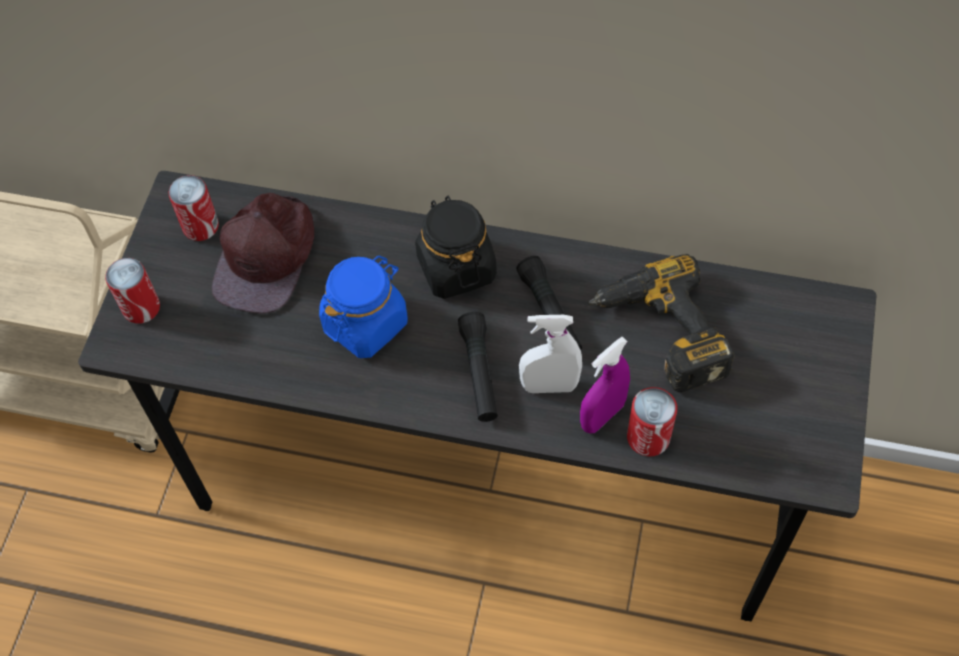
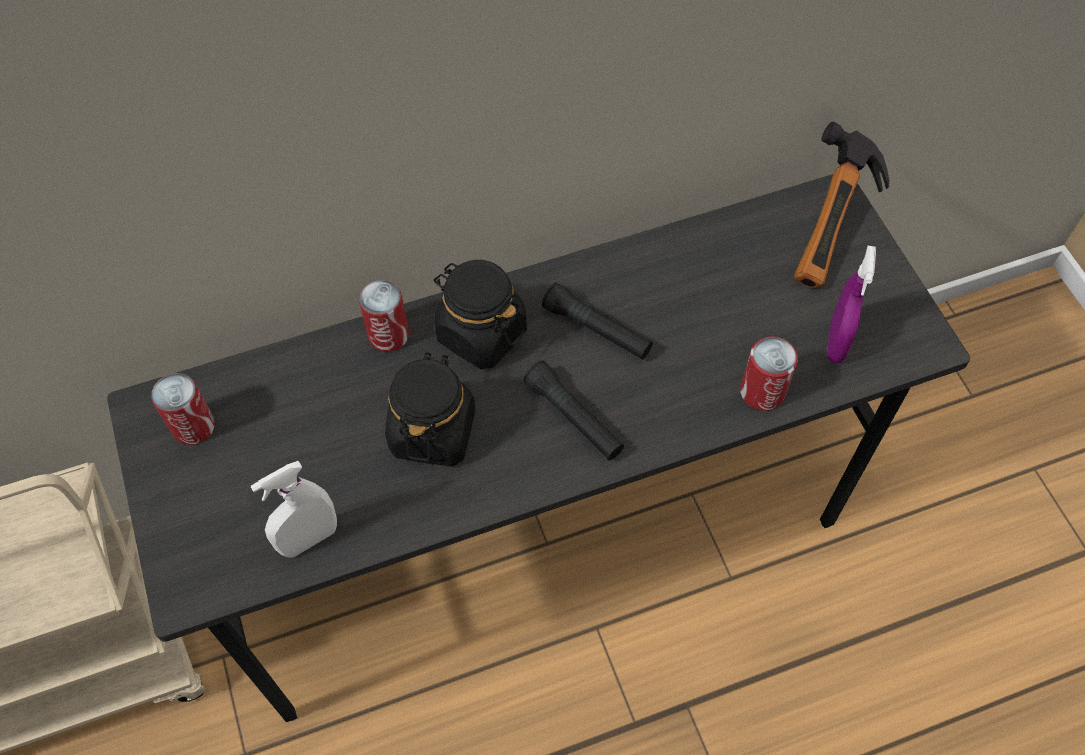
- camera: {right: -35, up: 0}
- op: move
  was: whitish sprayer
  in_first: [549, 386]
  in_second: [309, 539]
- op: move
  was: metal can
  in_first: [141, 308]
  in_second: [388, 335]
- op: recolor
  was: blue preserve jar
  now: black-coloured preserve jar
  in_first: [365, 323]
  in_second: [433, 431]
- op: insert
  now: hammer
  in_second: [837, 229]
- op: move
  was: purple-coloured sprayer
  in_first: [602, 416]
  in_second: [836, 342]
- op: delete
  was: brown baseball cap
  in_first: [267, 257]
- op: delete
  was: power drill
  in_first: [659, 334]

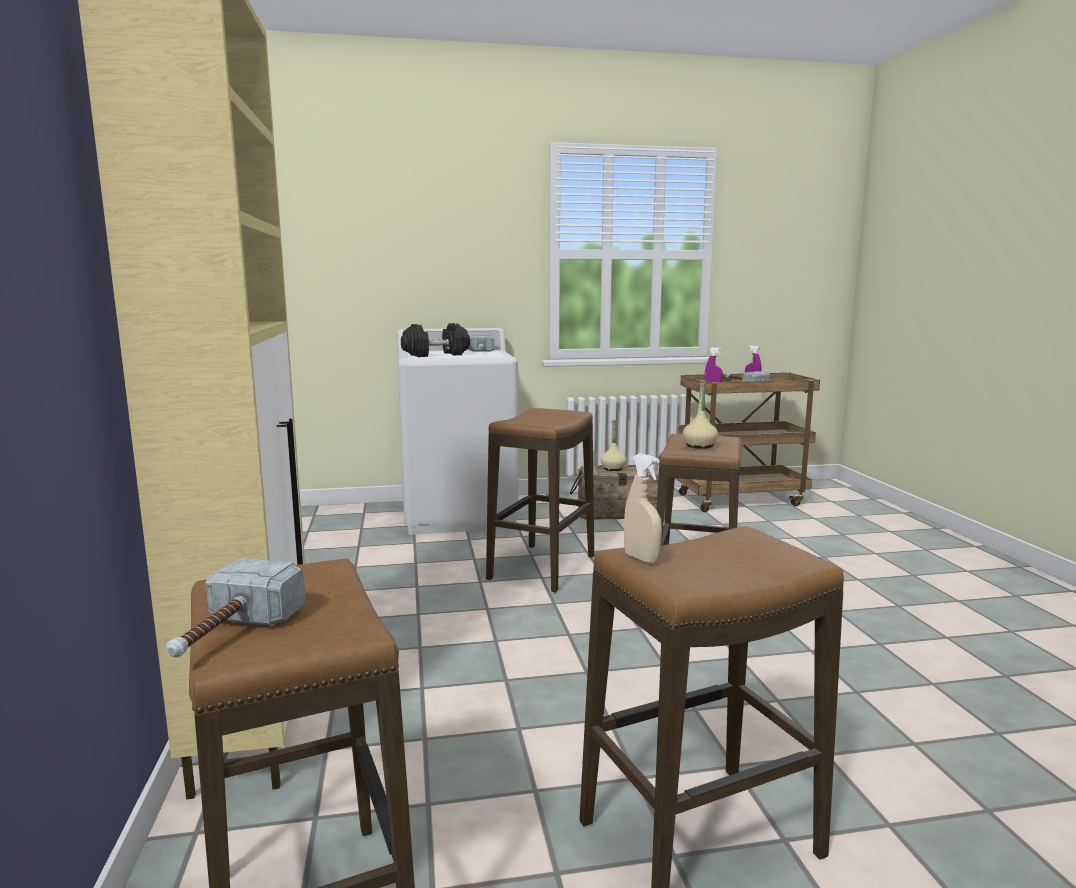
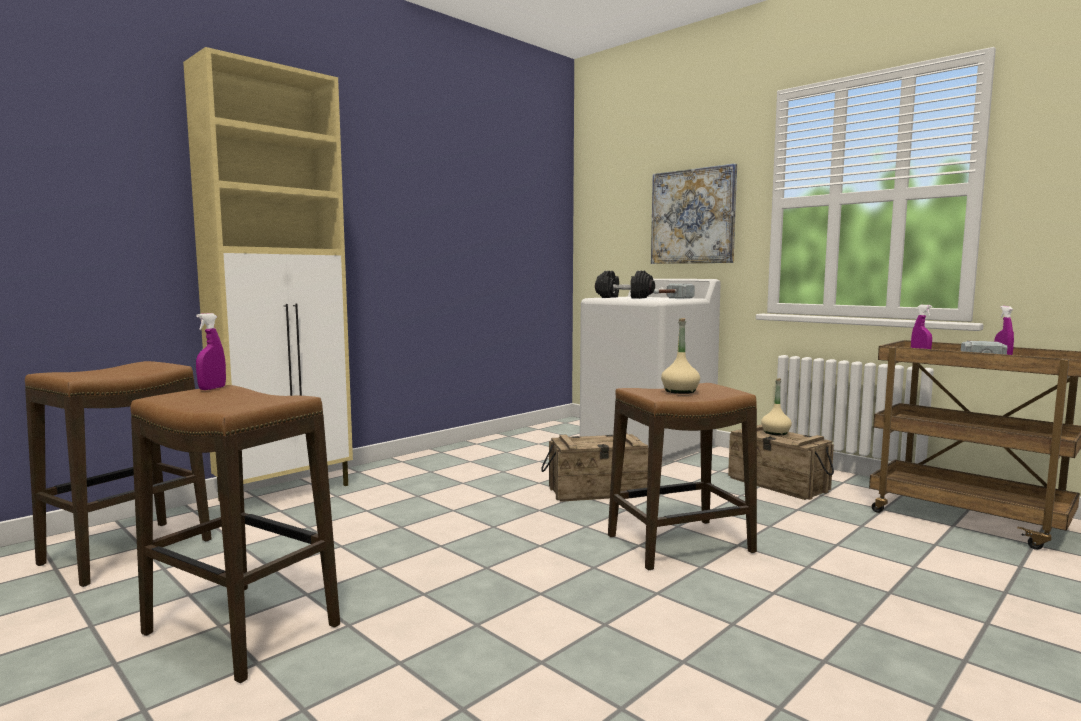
- camera: {right: 55, up: -5}
- op: recolor
  was: beige-coloured sprayer
  now: purple-coloured sprayer
  in_first: [641, 558]
  in_second: [212, 388]
- op: replace
  was: stool seat
  now: crate
  in_first: [542, 568]
  in_second: [597, 491]
- op: insert
  now: wall picture
  in_second: [693, 216]
- op: delete
  was: hammer
  in_first: [230, 634]

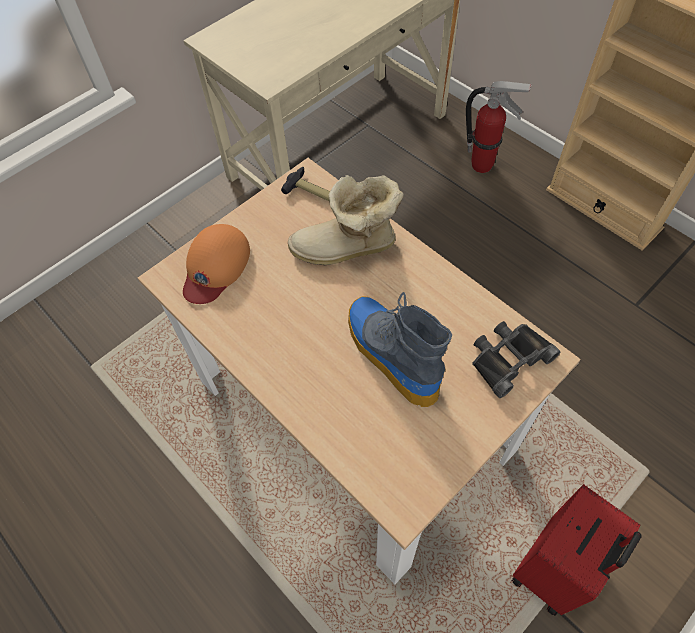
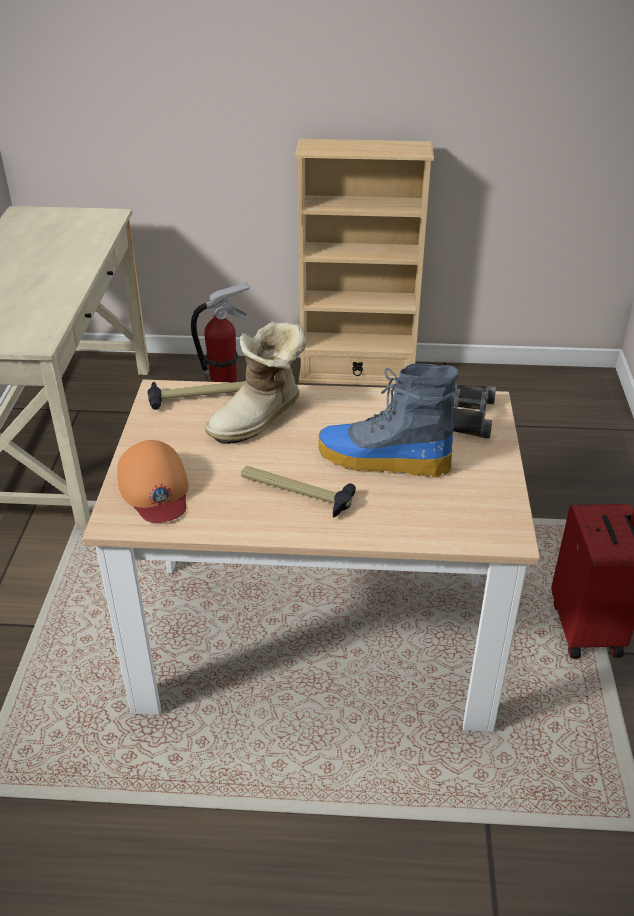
- camera: {right: -45, up: -20}
- op: insert
  now: hammer
  in_second: [295, 493]

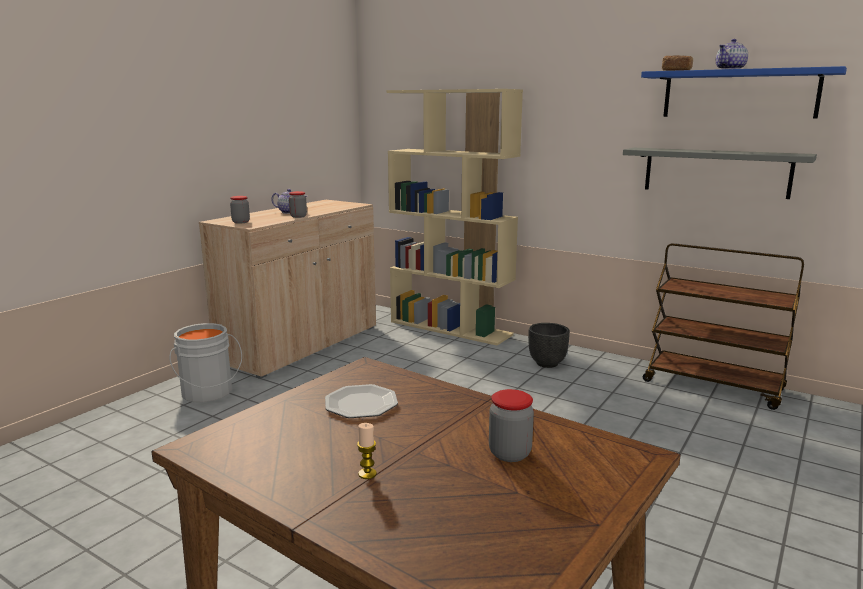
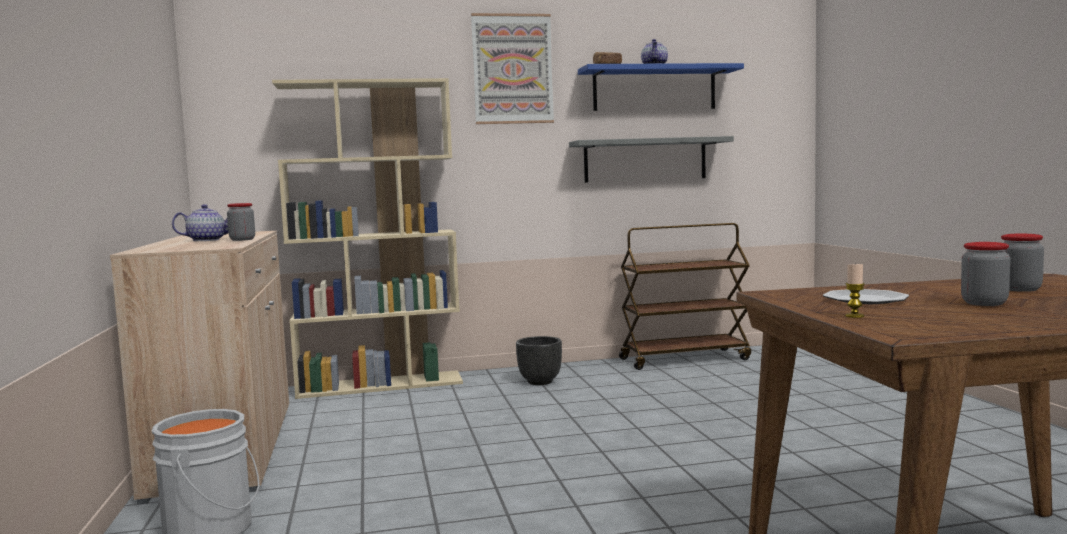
- camera: {right: -45, up: -10}
- op: insert
  now: wall picture
  in_second: [512, 69]
- op: move
  was: wax light
  in_first: [367, 474]
  in_second: [854, 316]
- op: move
  was: preserve jar
  in_first: [241, 222]
  in_second: [984, 303]

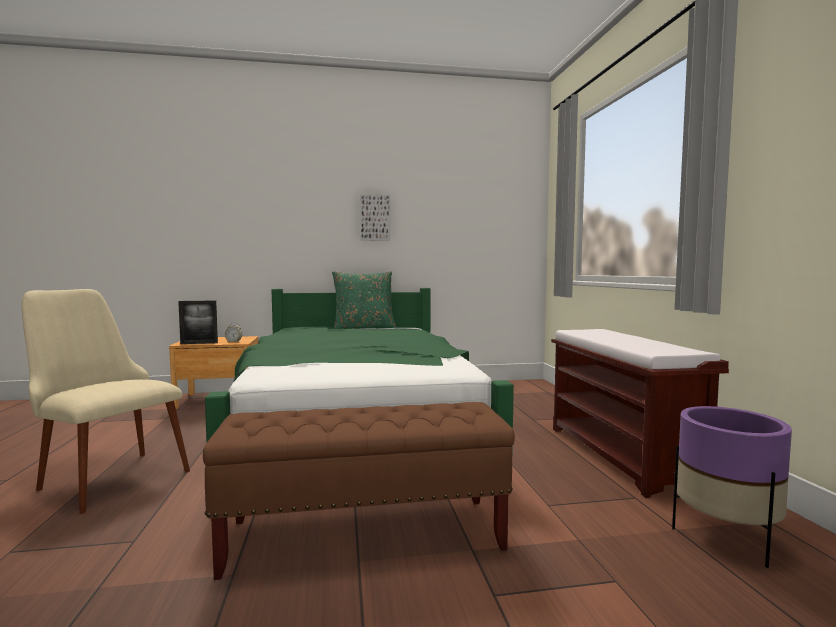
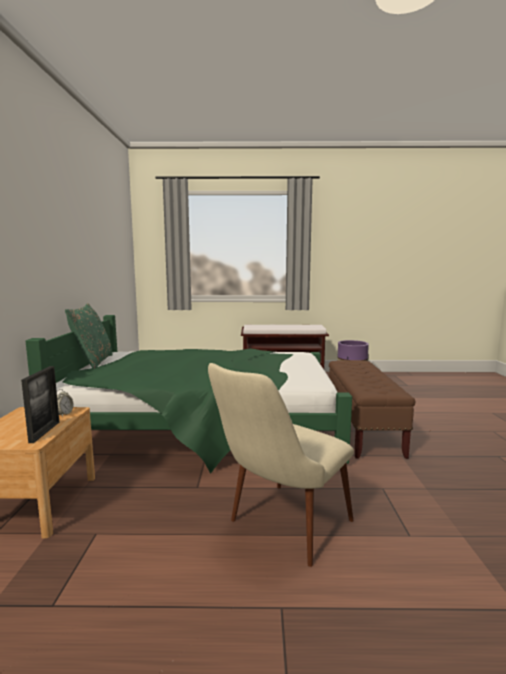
- camera: {right: -80, up: 5}
- op: delete
  was: wall picture
  in_first: [375, 218]

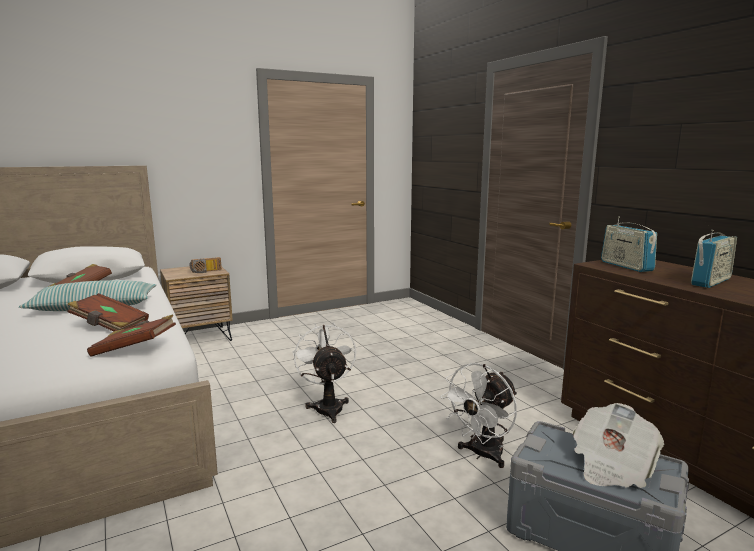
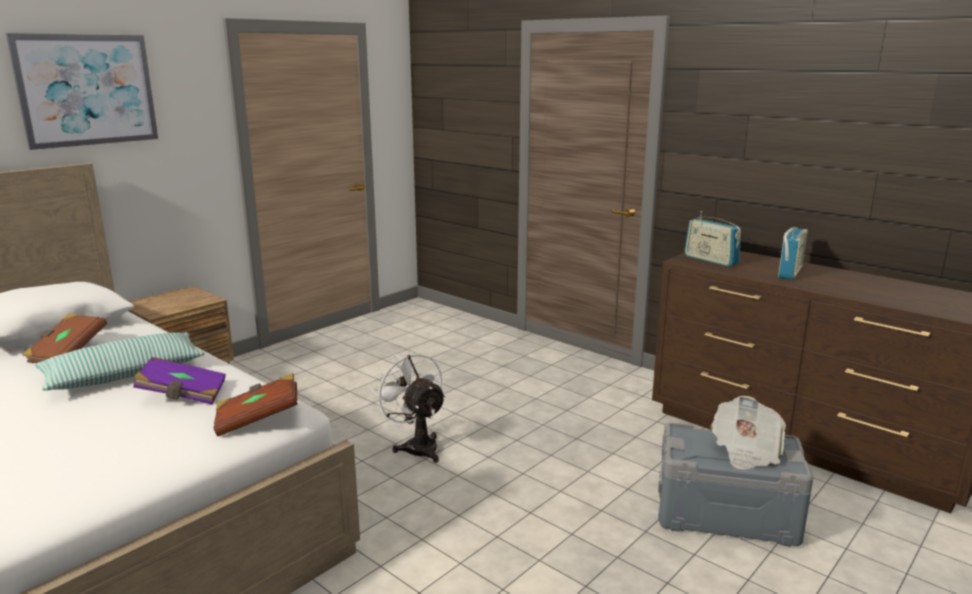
- camera: {right: -20, up: 5}
- op: insert
  now: wall picture
  in_second: [87, 90]
- op: recolor
  was: brown book
  now: purple-coloured book
  in_first: [109, 326]
  in_second: [183, 396]
- op: delete
  was: radio set
  in_first: [206, 271]
- op: delete
  was: whitish electric fan
  in_first: [482, 455]

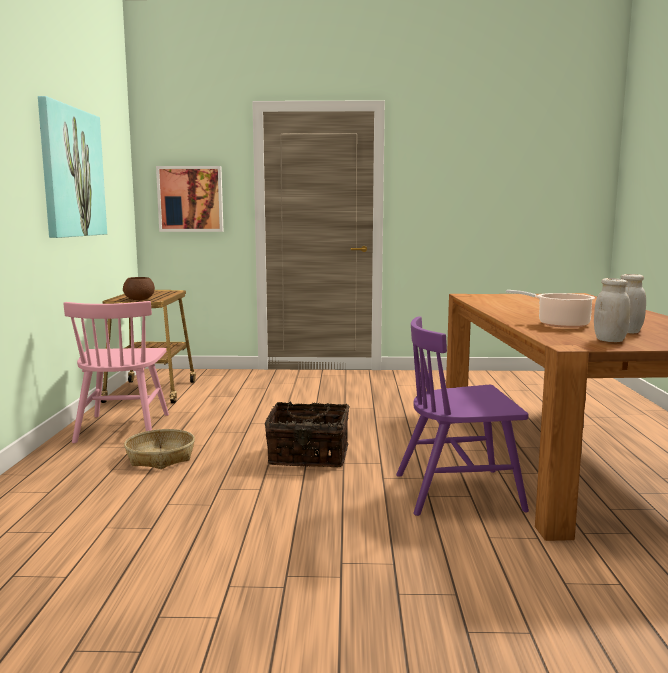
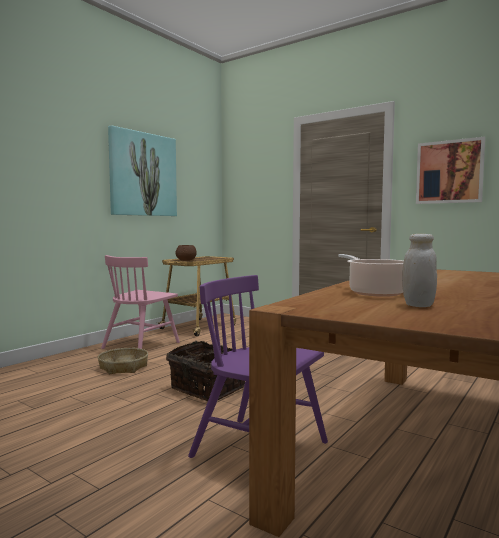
- camera: {right: 35, up: -5}
- op: move
  was: wall picture
  in_first: [190, 199]
  in_second: [449, 172]
- op: delete
  was: whitish preserve jar
  in_first: [609, 340]

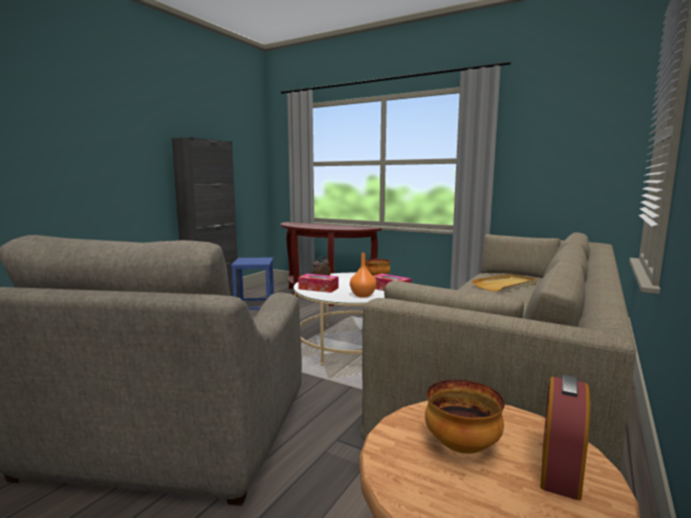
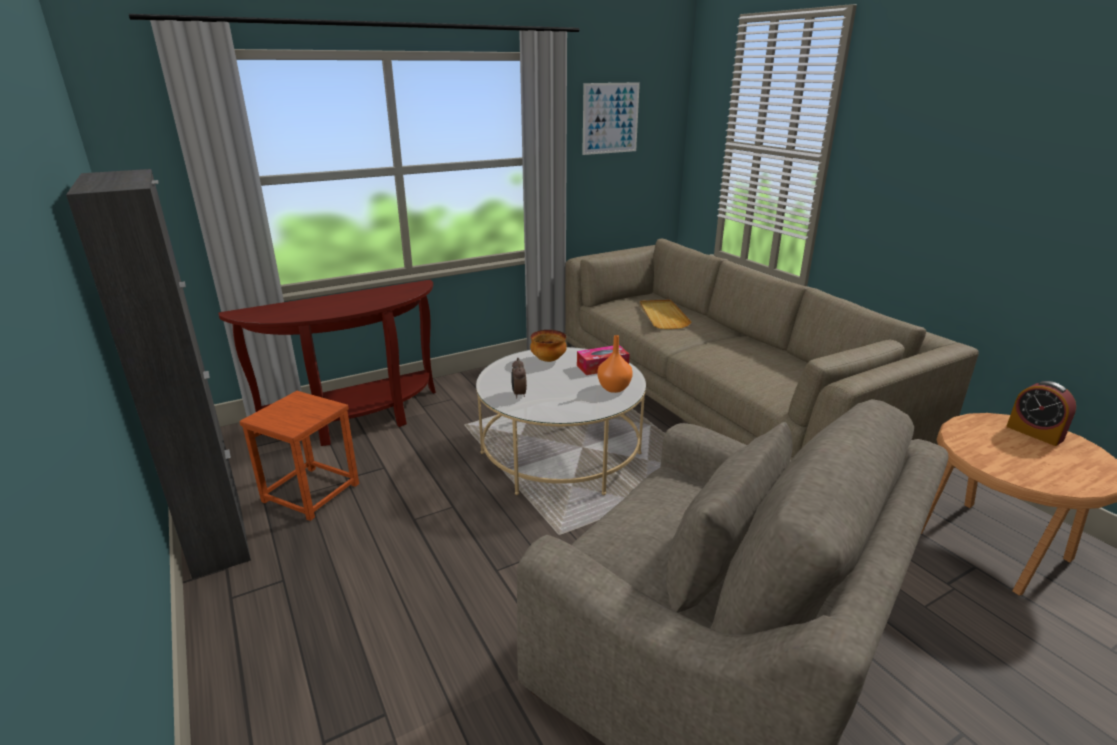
- camera: {right: -60, up: 15}
- op: recolor
  was: blue stool seat
  now: brown stool seat
  in_first: [254, 308]
  in_second: [311, 493]
- op: insert
  now: wall picture
  in_second: [610, 118]
- op: delete
  was: tissue holder
  in_first: [318, 288]
- op: delete
  was: bowl
  in_first: [460, 446]

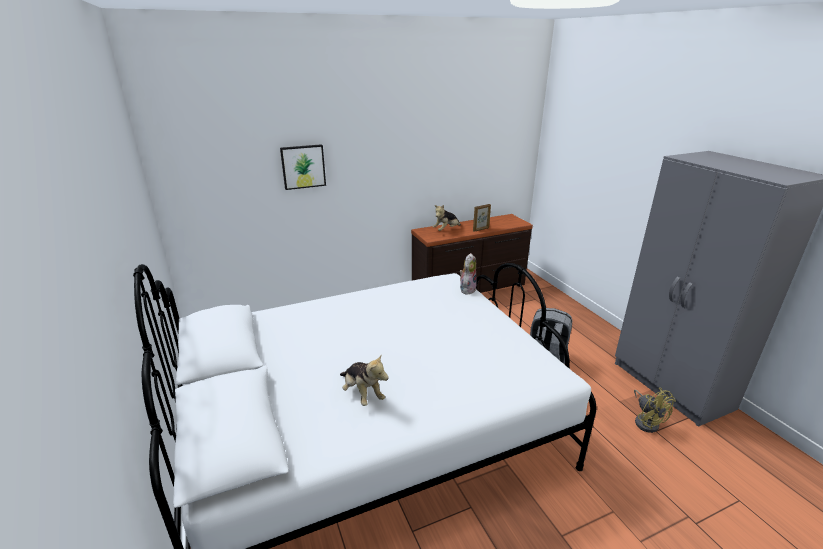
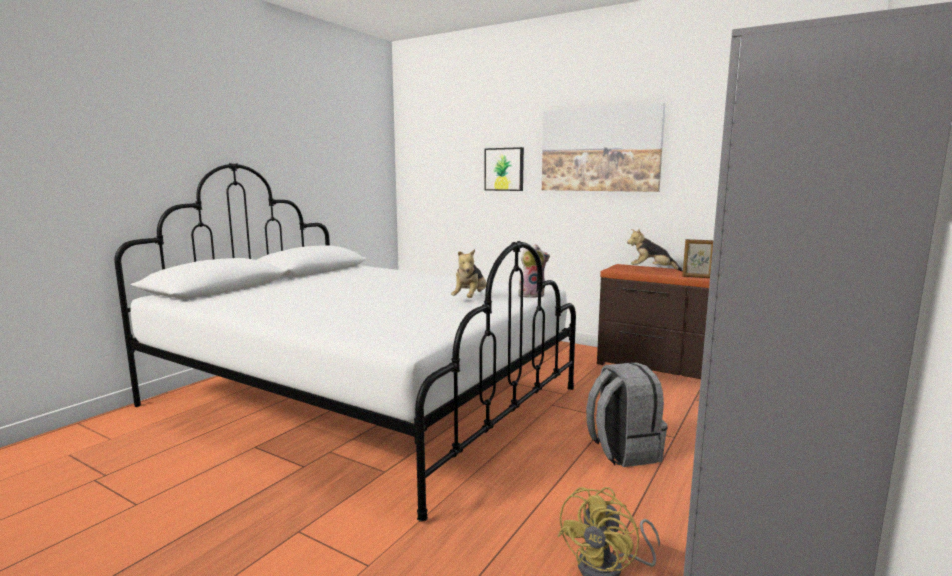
- camera: {right: 55, up: -15}
- op: move
  was: soft toy
  in_first: [362, 394]
  in_second: [470, 299]
- op: insert
  now: wall picture
  in_second: [600, 149]

